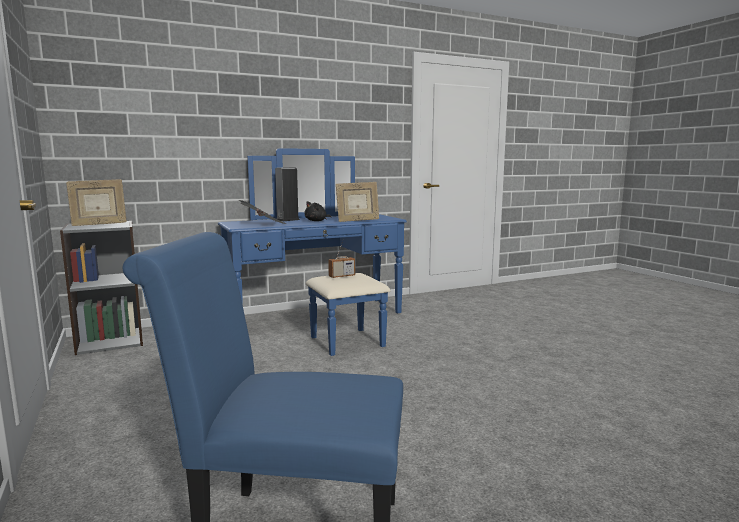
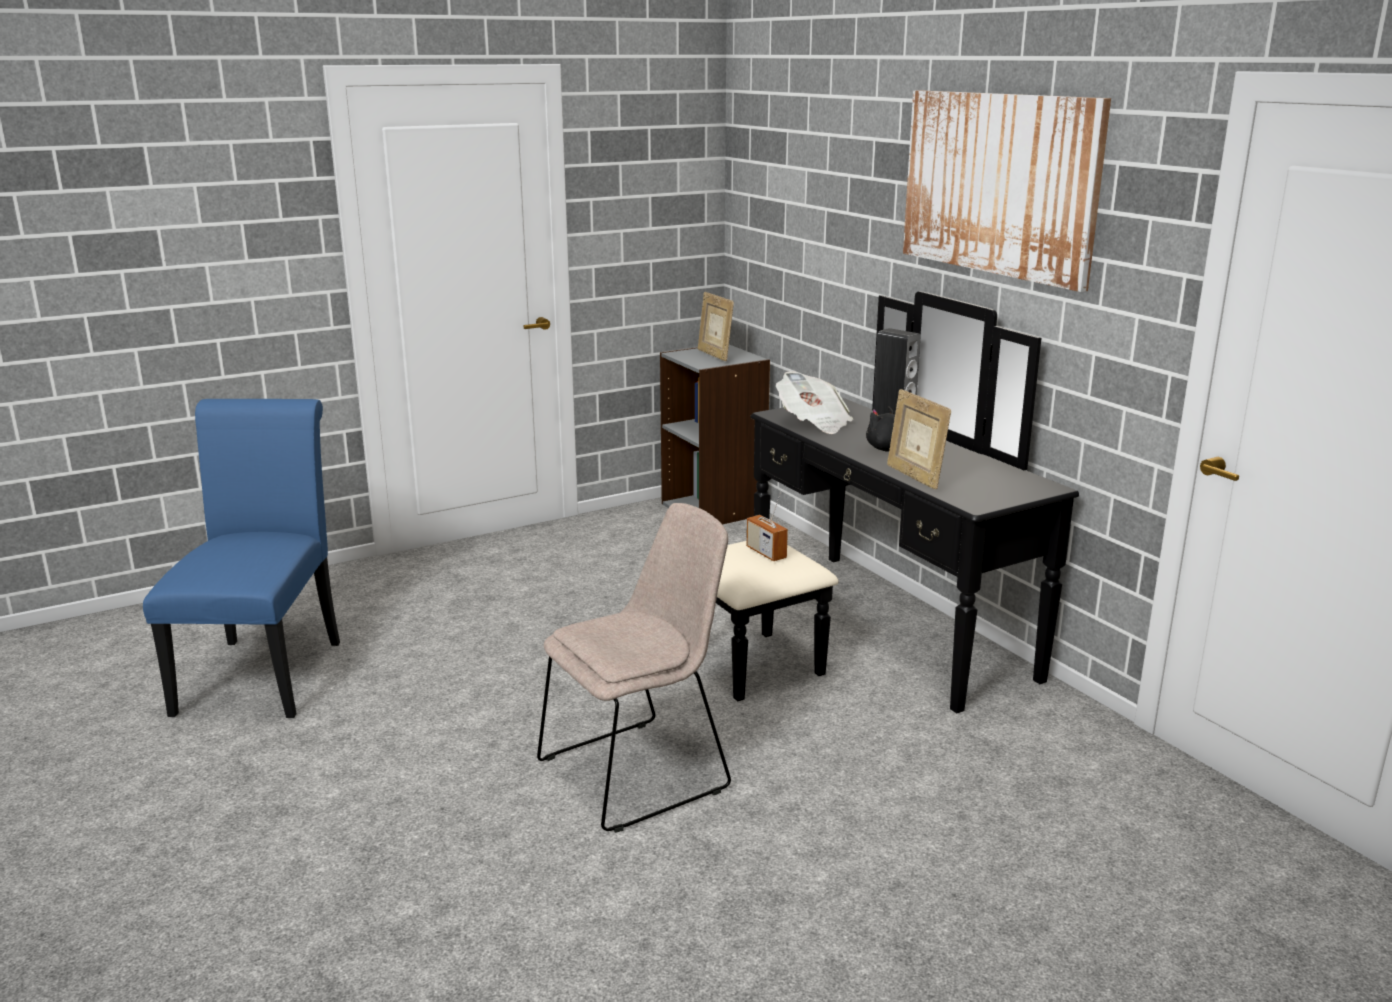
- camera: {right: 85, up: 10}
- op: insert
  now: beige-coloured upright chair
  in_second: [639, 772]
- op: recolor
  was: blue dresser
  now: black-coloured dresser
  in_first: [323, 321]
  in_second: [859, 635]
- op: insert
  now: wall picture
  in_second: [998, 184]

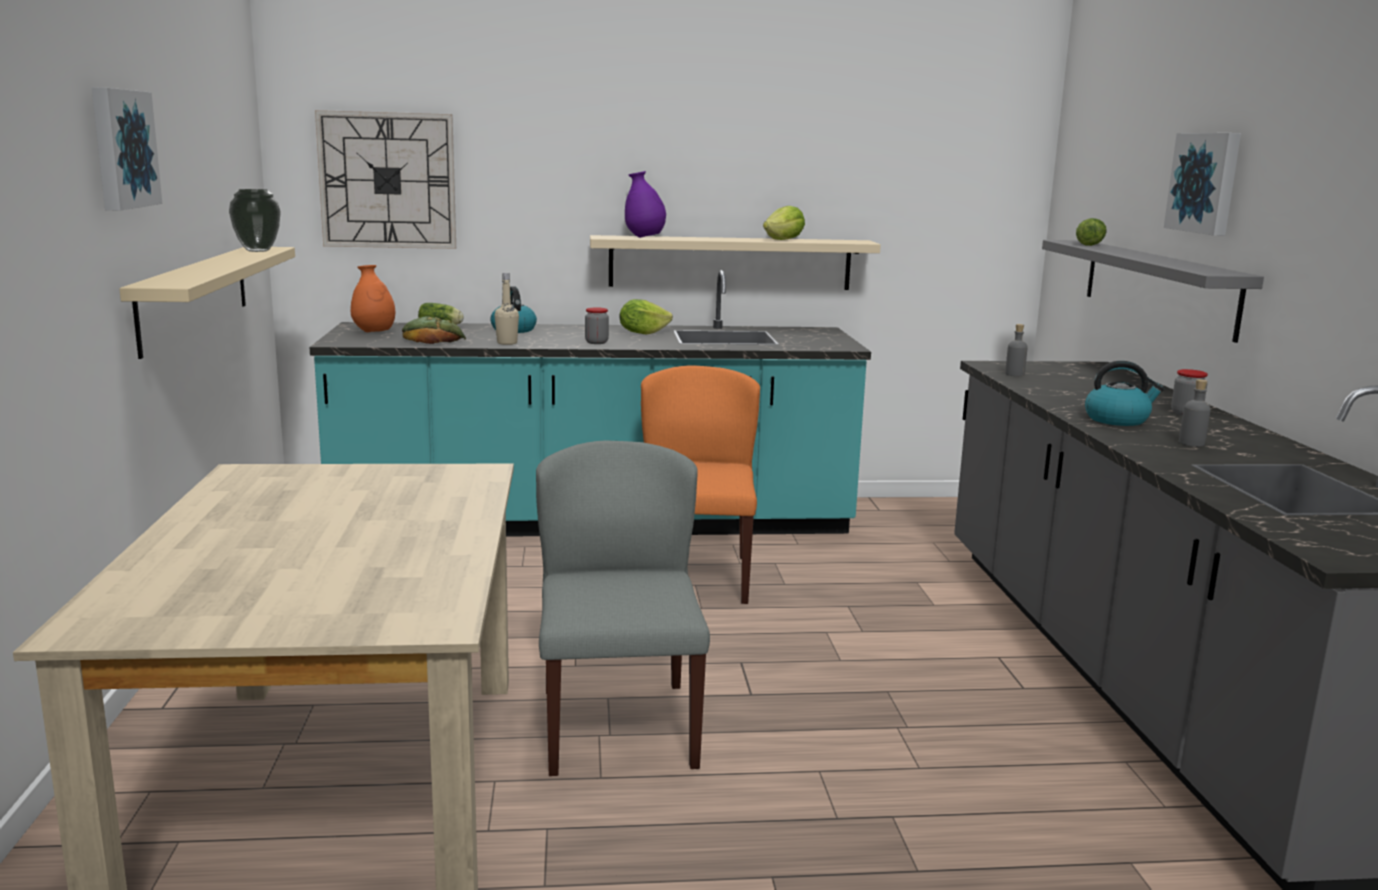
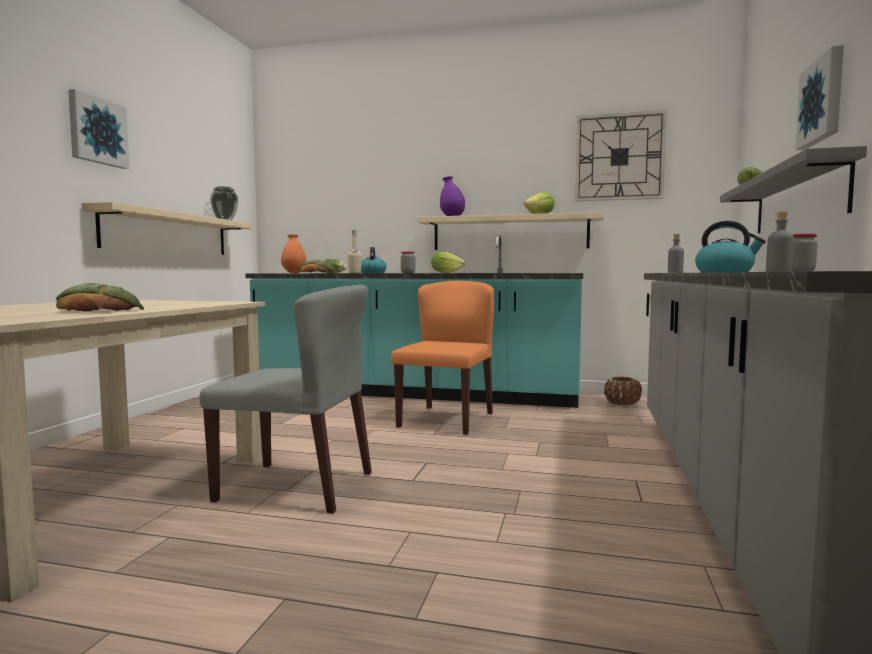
- camera: {right: 20, up: -10}
- op: insert
  now: bakery bread
  in_second: [100, 310]
- op: rotate
  was: greyish upright chair
  in_first: [617, 726]
  in_second: [297, 486]
  clockwise: 90
- op: move
  was: wall clock
  in_first: [387, 180]
  in_second: [619, 157]
- op: insert
  now: brown flower pot
  in_second: [622, 403]

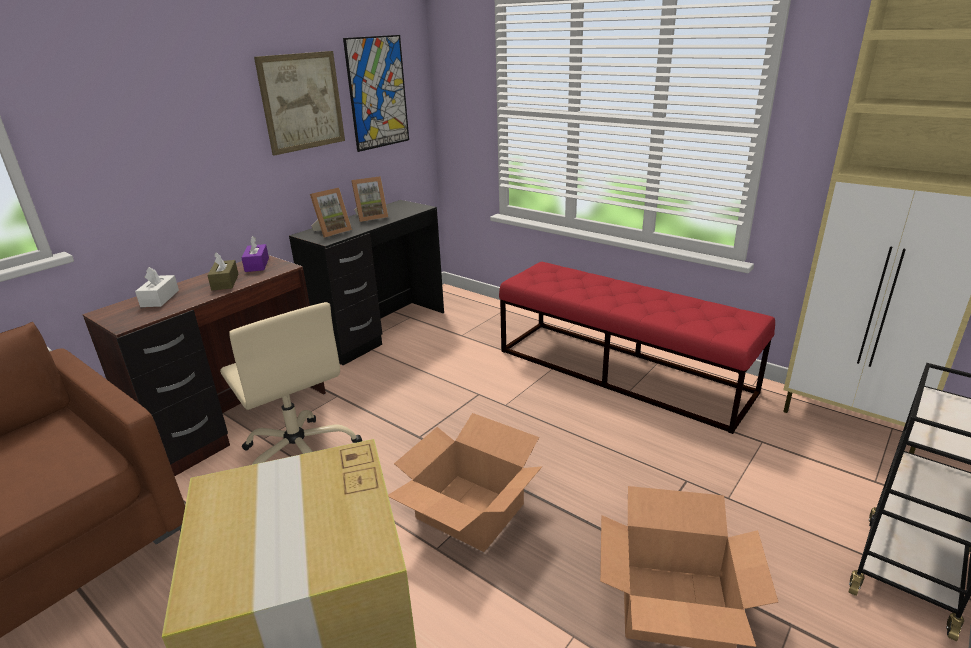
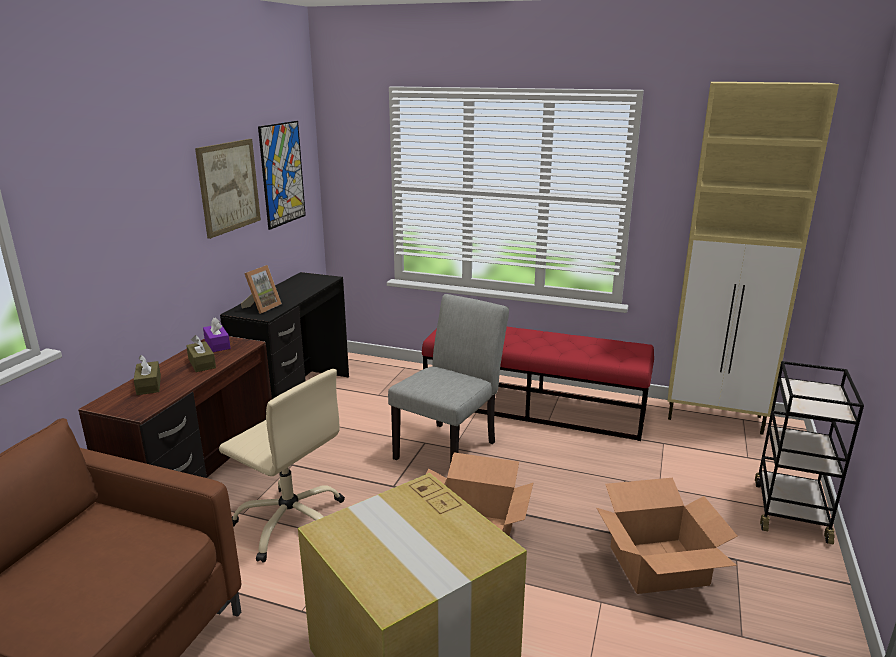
- camera: {right: -20, up: -5}
- op: recolor
  was: whitish tissue holder
  now: brown tissue holder
  in_first: [160, 298]
  in_second: [149, 385]
- op: insert
  now: greyish upright chair
  in_second: [450, 447]
- op: delete
  was: picture frame
  in_first: [371, 217]

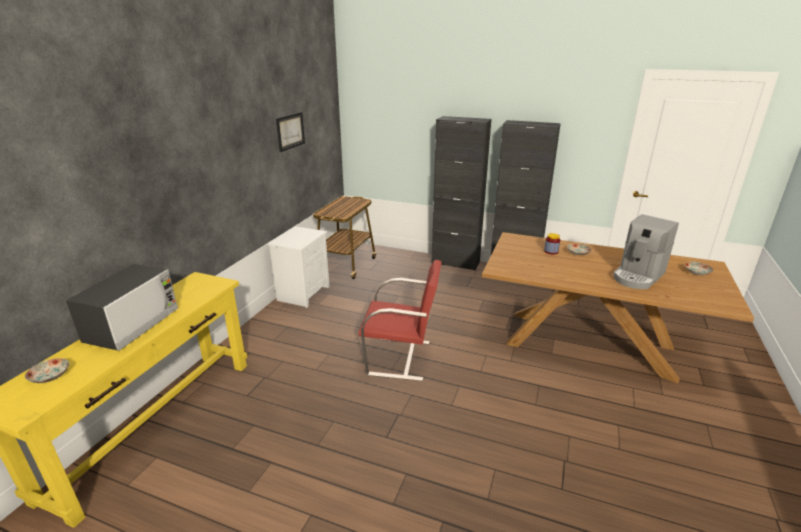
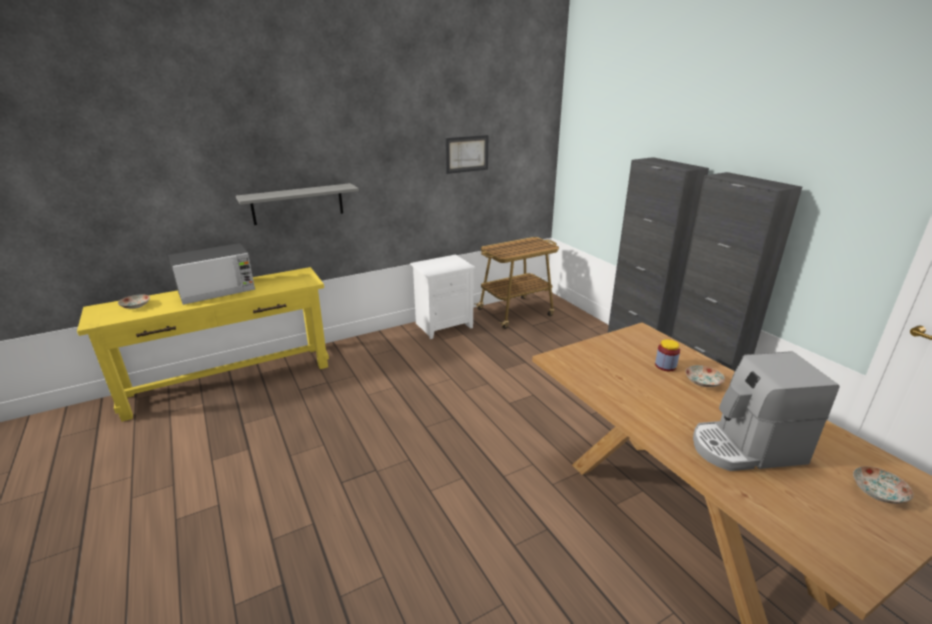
- camera: {right: 40, up: 0}
- op: insert
  now: greyish bracket shelf
  in_second: [298, 204]
- op: delete
  was: reddish upright chair
  in_first: [401, 358]

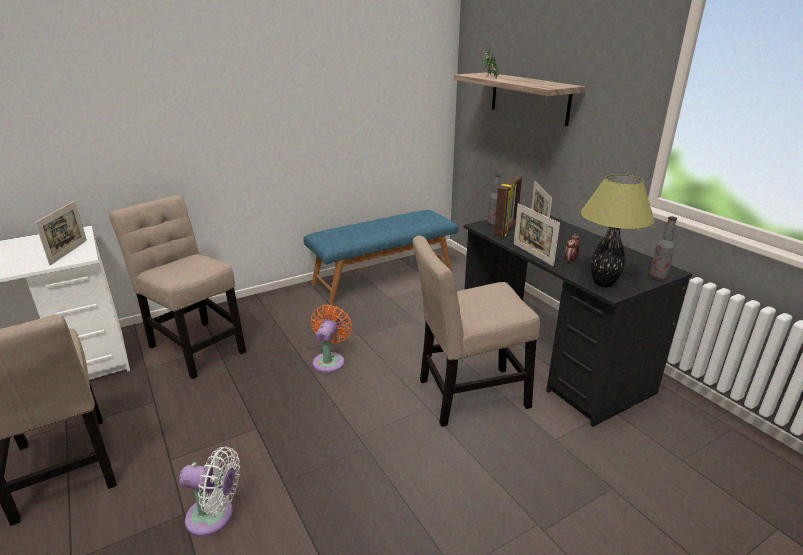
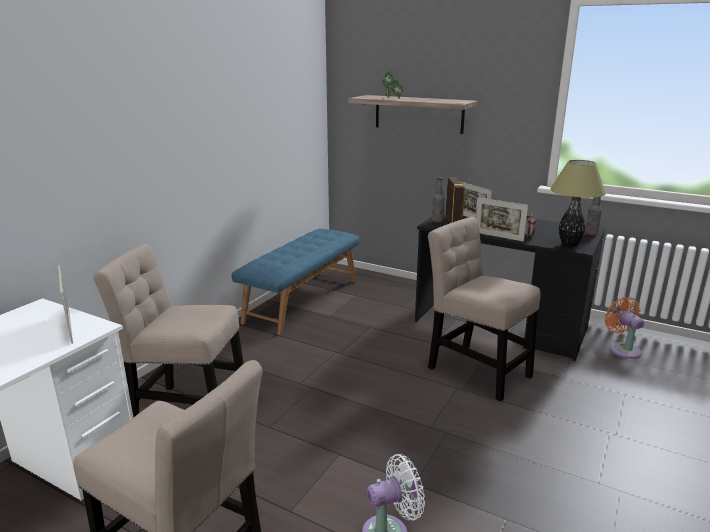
- camera: {right: -30, up: -5}
- op: rotate
  was: beige-coloured upright chair
  in_first: [467, 395]
  in_second: [475, 369]
  clockwise: 90
- op: move
  was: orange-coloured electric fan
  in_first: [330, 360]
  in_second: [622, 349]

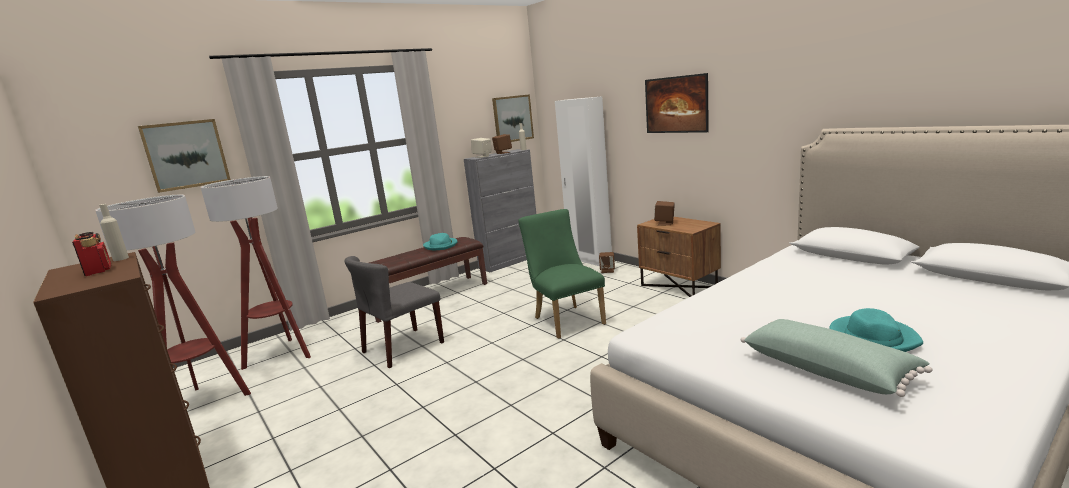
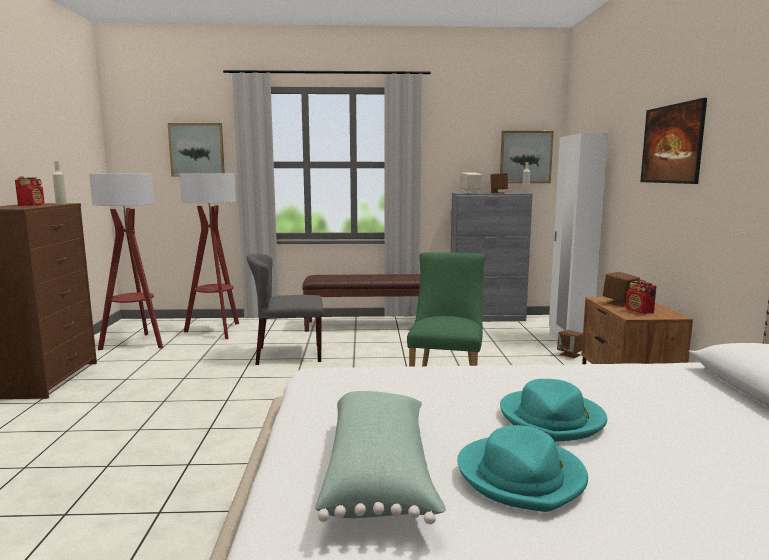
- camera: {right: 35, up: -5}
- op: move
  was: turquoise clothing hat
  in_first: [441, 245]
  in_second: [552, 419]
- op: insert
  now: radio set
  in_second: [639, 311]

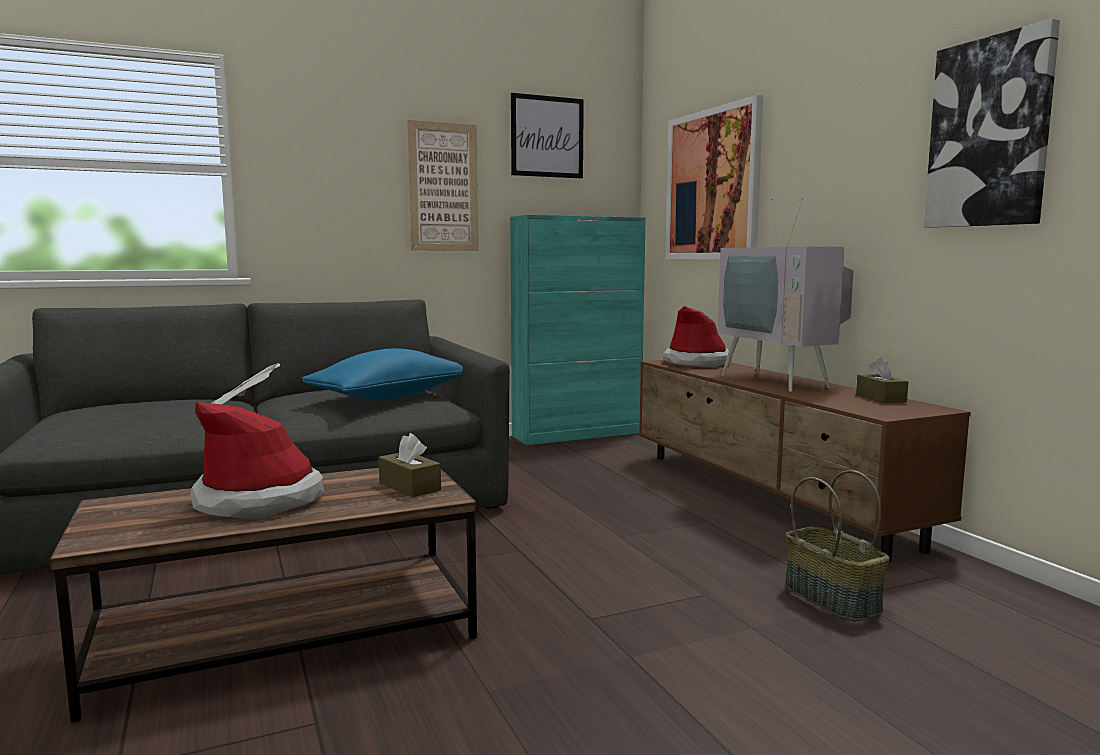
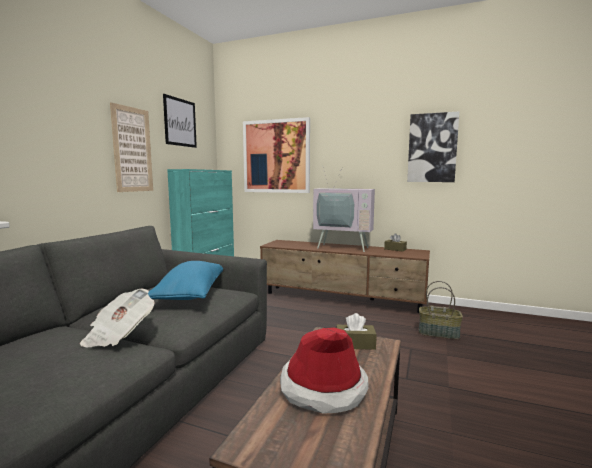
- camera: {right: -45, up: 0}
- op: delete
  was: clothing hat
  in_first: [697, 363]

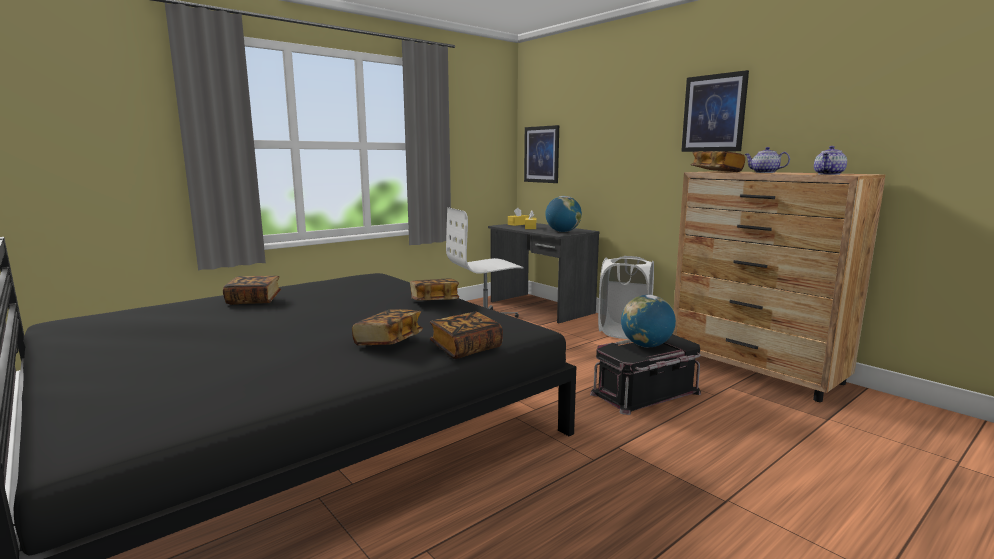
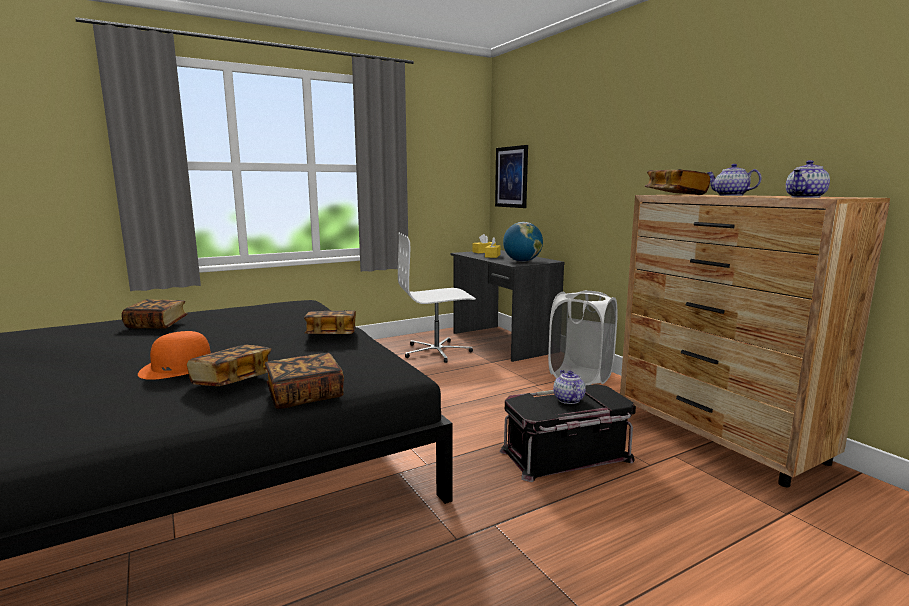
- camera: {right: 10, up: 0}
- op: insert
  now: orange-coloured clothing hat
  in_second: [182, 367]
- op: replace
  was: globe
  now: tea pot
  in_first: [646, 345]
  in_second: [568, 399]
- op: delete
  was: wall picture
  in_first: [714, 113]

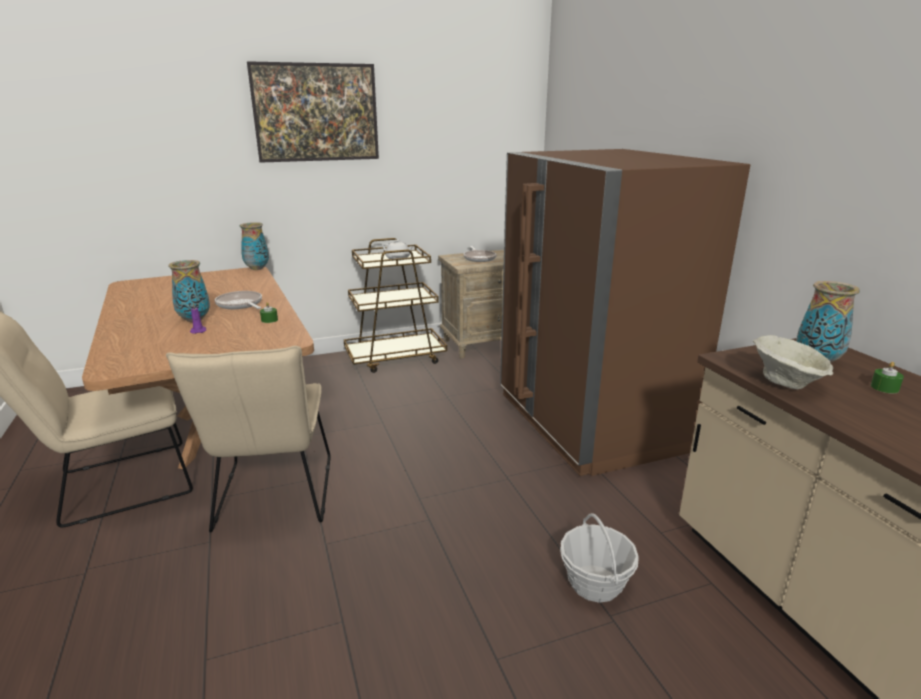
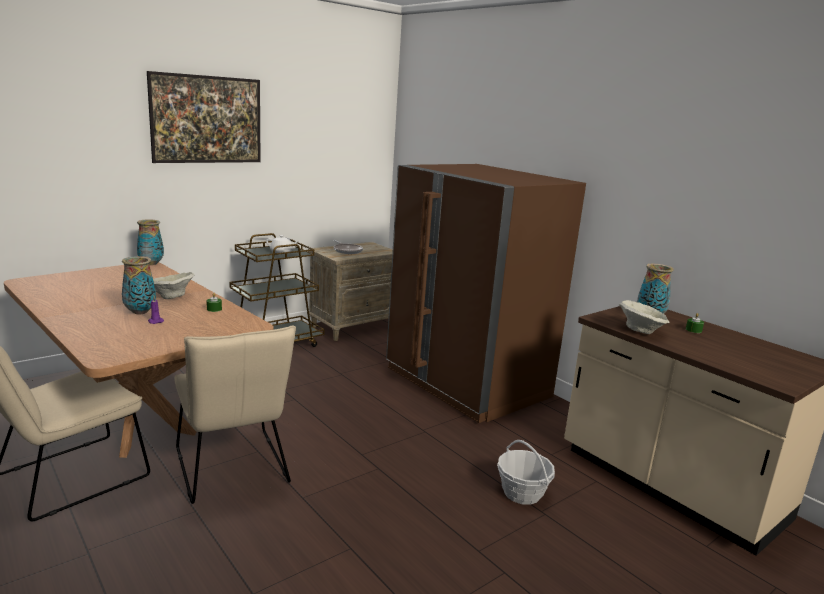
- camera: {right: -20, up: -5}
- op: replace
  was: skillet
  now: beige-coloured bowl
  in_first: [240, 305]
  in_second: [171, 297]

